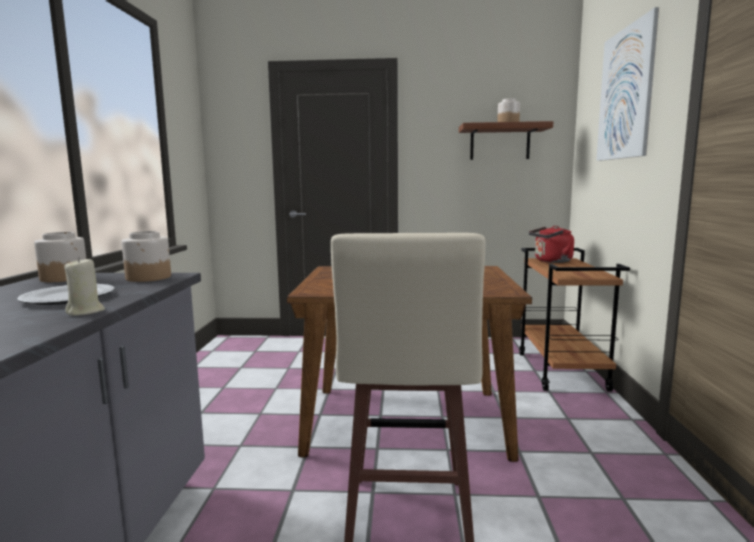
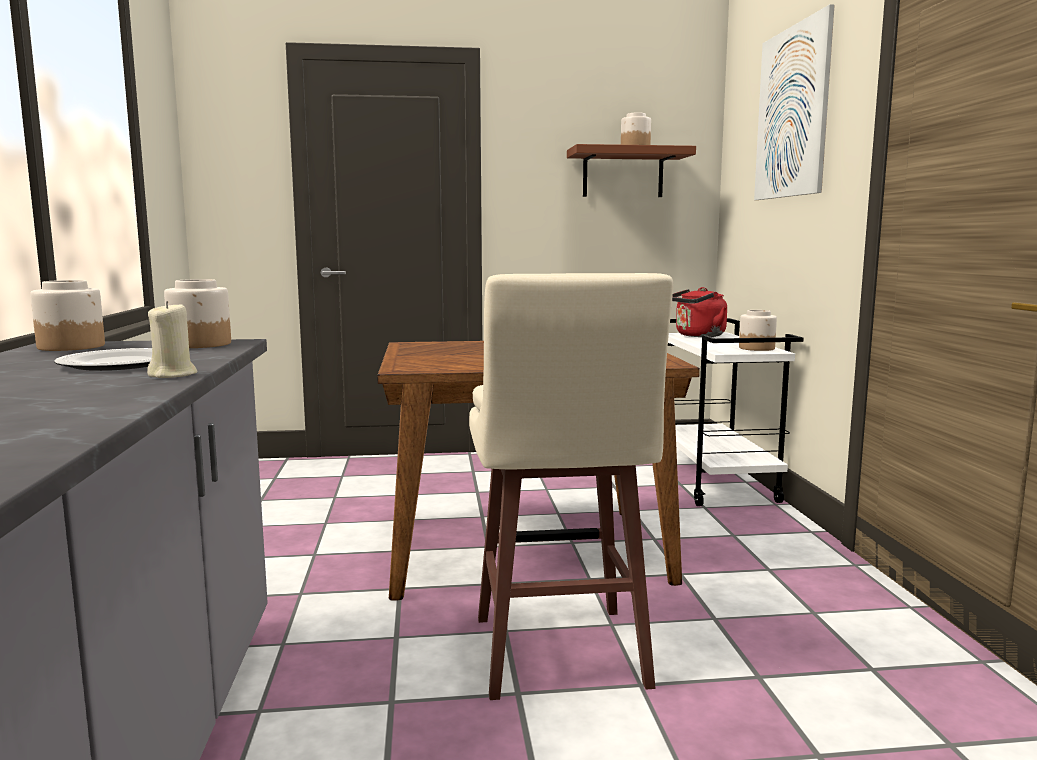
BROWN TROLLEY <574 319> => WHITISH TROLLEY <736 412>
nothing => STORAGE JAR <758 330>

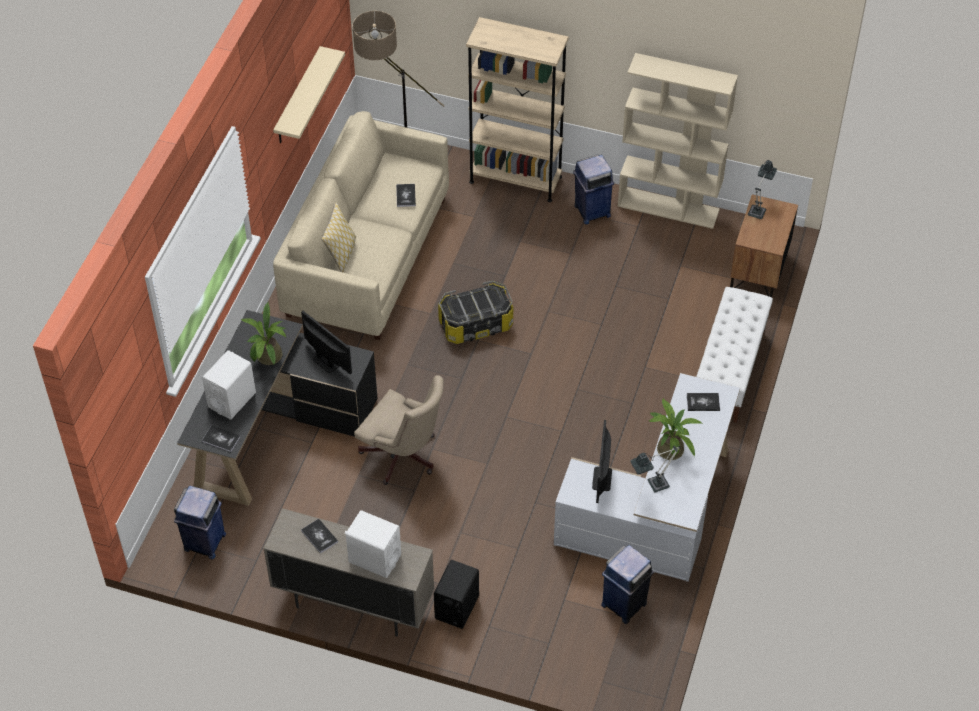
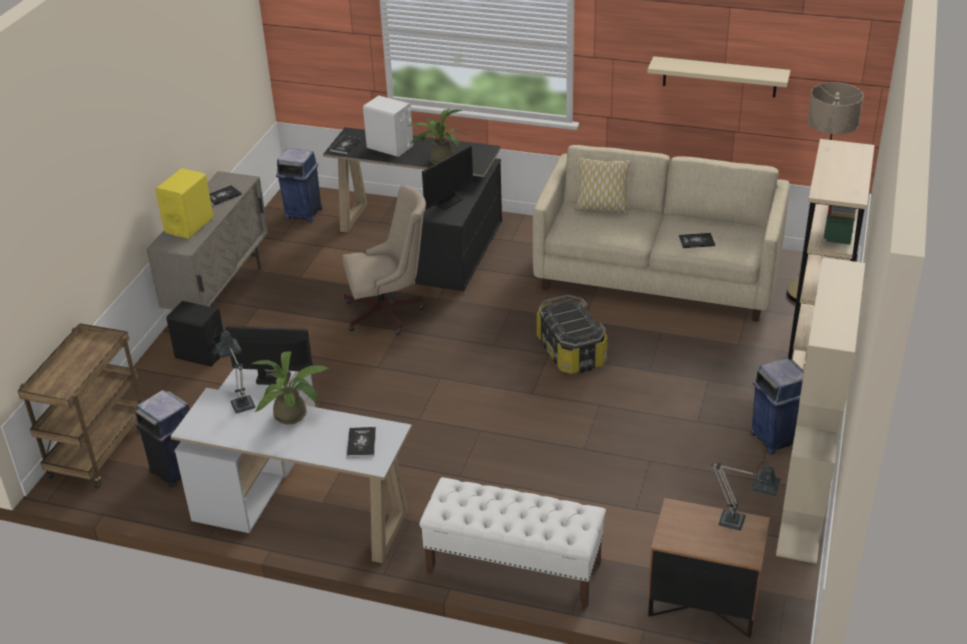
WHITISH SPEAKER <373 544> => YELLOWISH SPEAKER <184 203>
BEIGE COMPUTER CHAIR <399 430> => BEIGE COMPUTER CHAIR <384 260>, 135 degrees counterclockwise
nothing => BROWN TROLLEY <80 405>

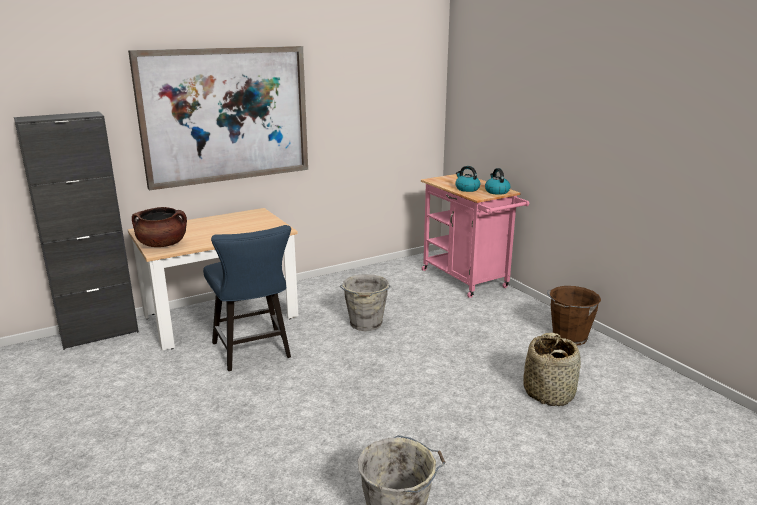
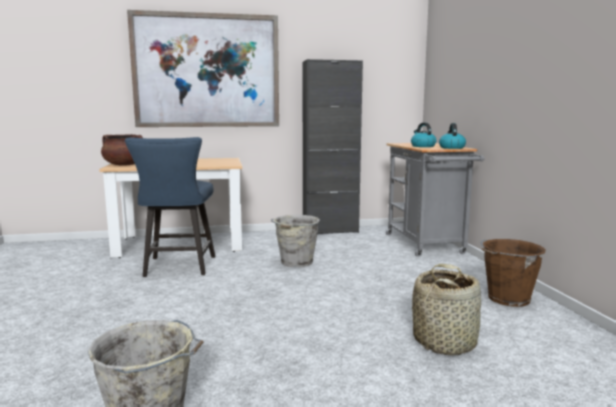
BLACK CUPBOARD <76 230> => BLACK CUPBOARD <332 146>, move
PINK-COLOURED TROLLEY <475 236> => GREYISH TROLLEY <435 200>

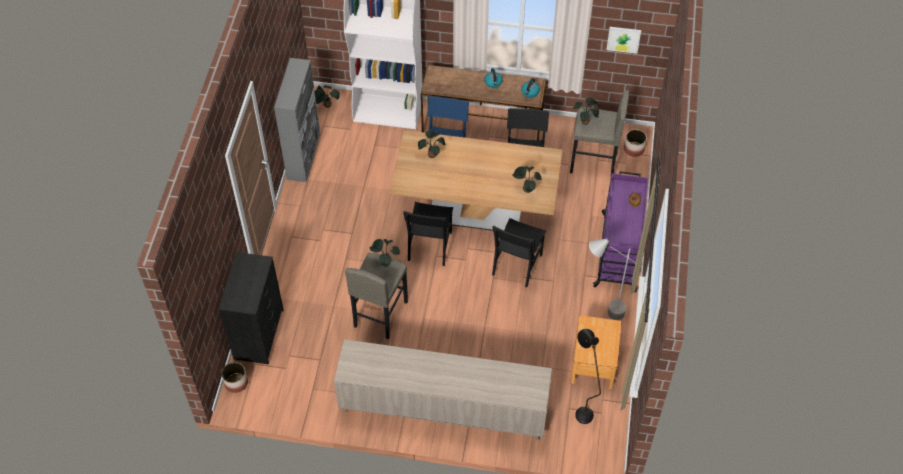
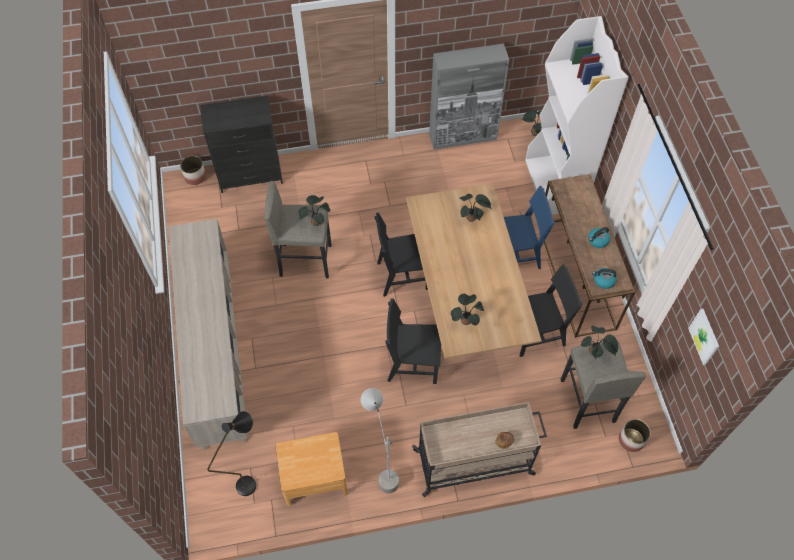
PURPLE-COLOURED TROLLEY <620 232> => BEIGE TROLLEY <479 449>

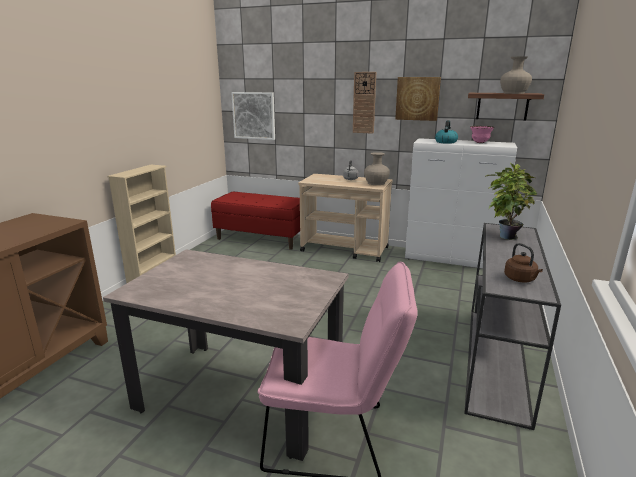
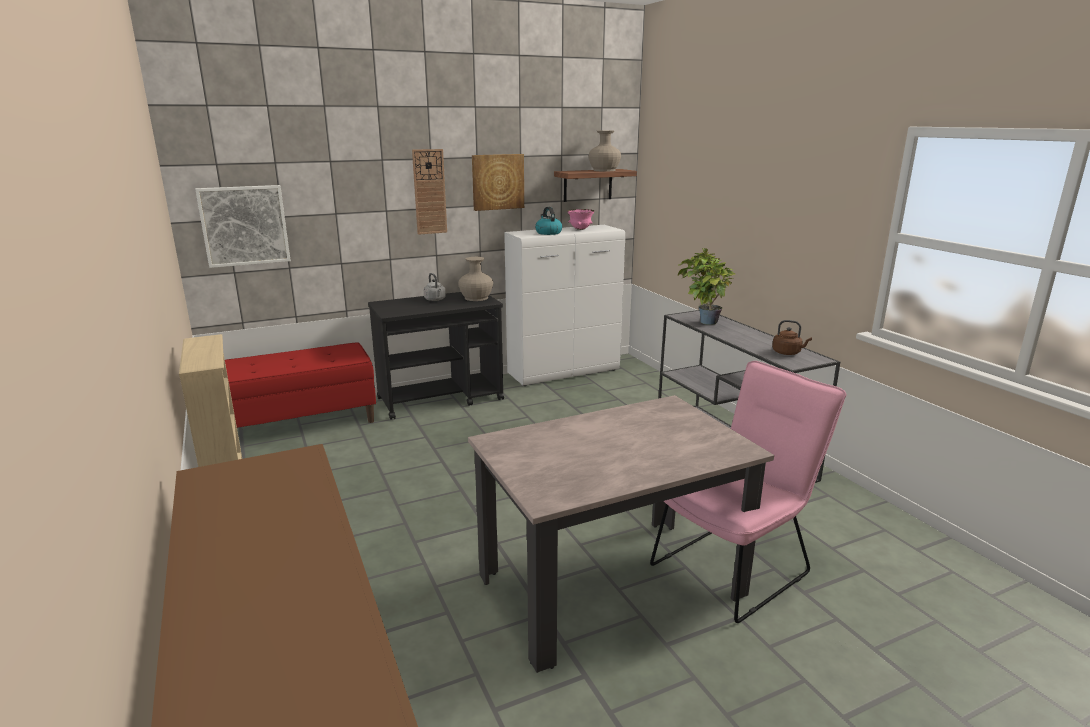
BEIGE TROLLEY <345 218> => BLACK TROLLEY <436 356>

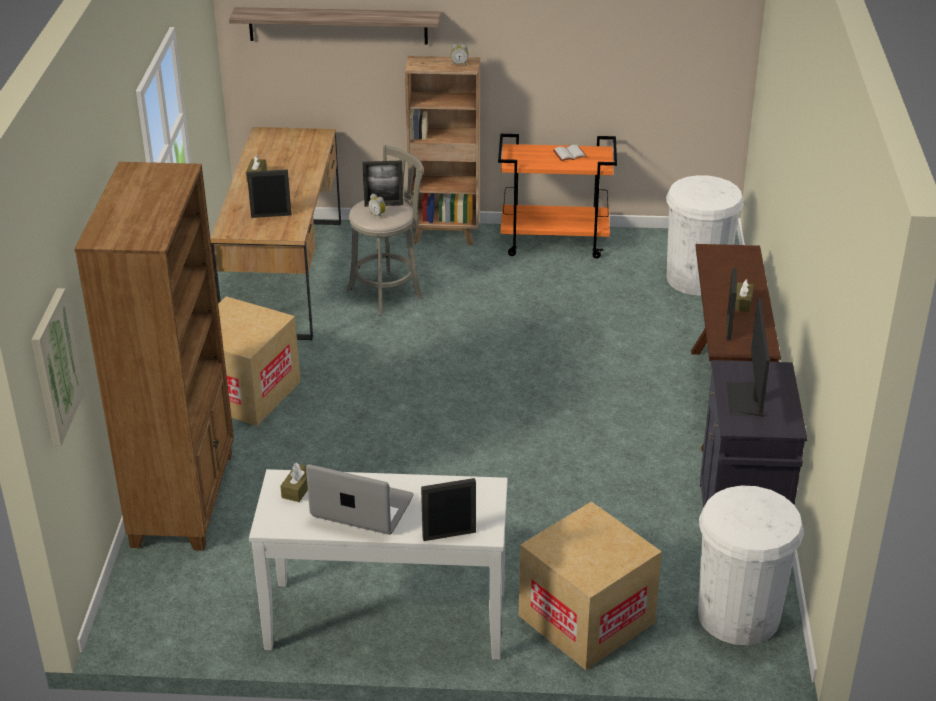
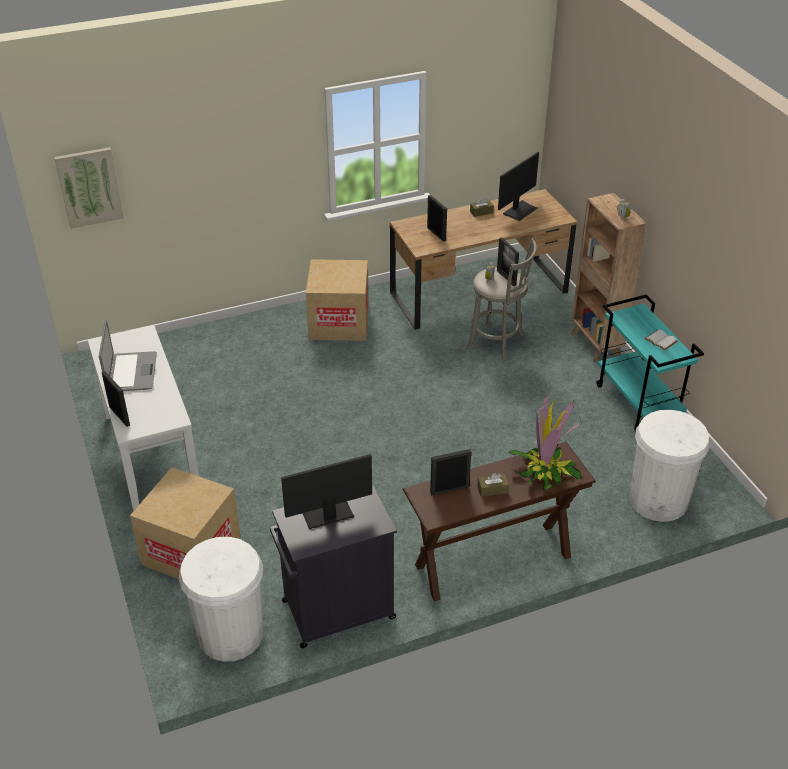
BROWN BOOKSHELF <154 356> => nothing
WALL SHELF <335 26> => nothing
BROWN TISSUE HOLDER <294 482> => nothing
ORANGEY TROLLEY <557 196> => TURQUOISE TROLLEY <650 363>
nothing => COMPUTER SCREEN <518 186>
nothing => PLANT IN A POT <545 442>

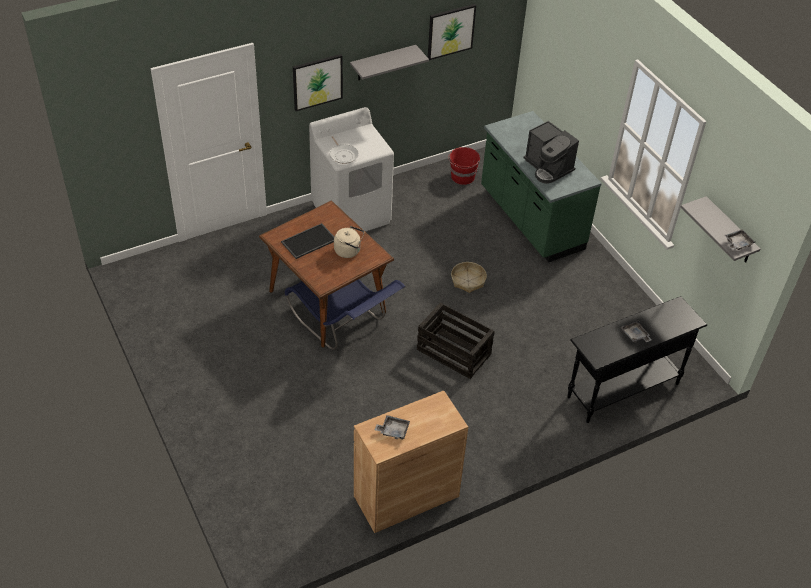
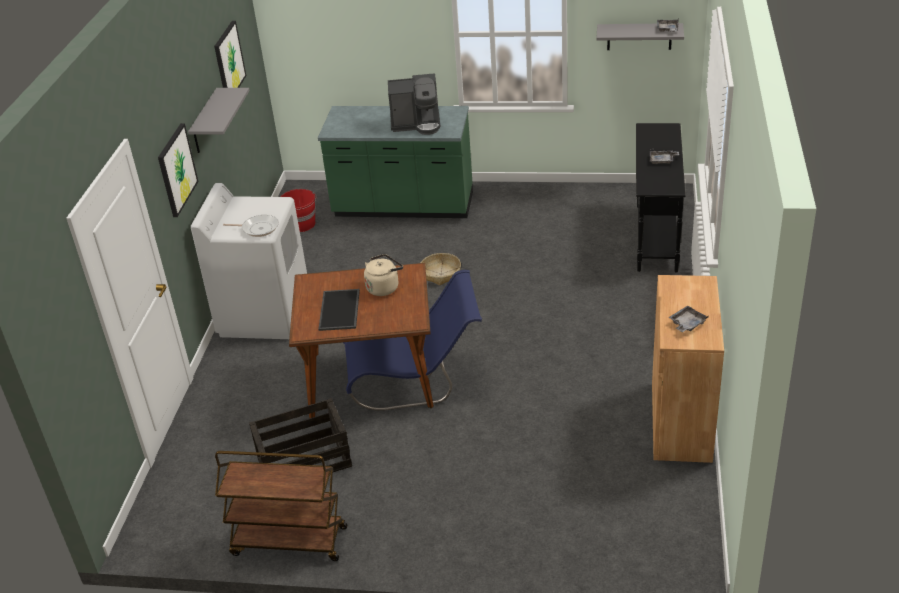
CRATE <456 341> => CRATE <300 435>, move
nothing => BROWN TROLLEY <281 506>

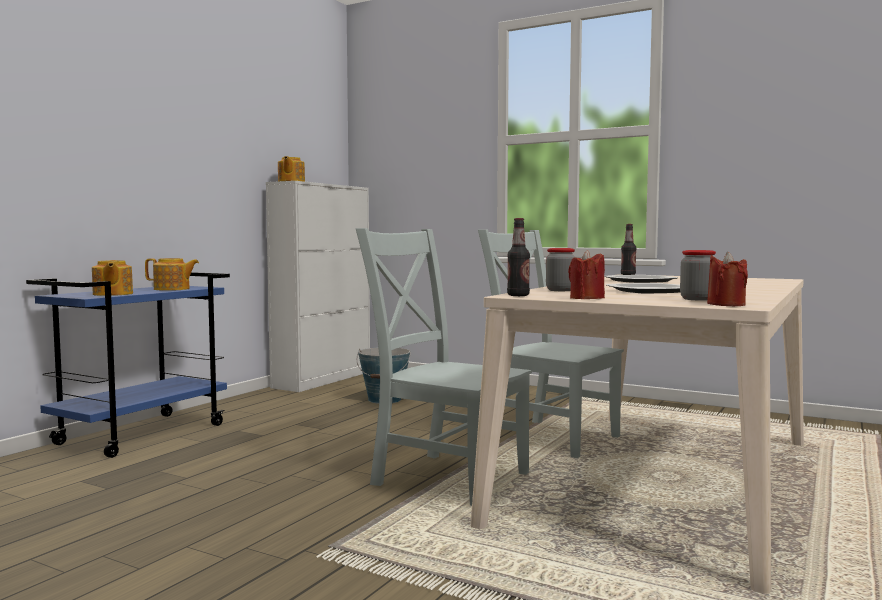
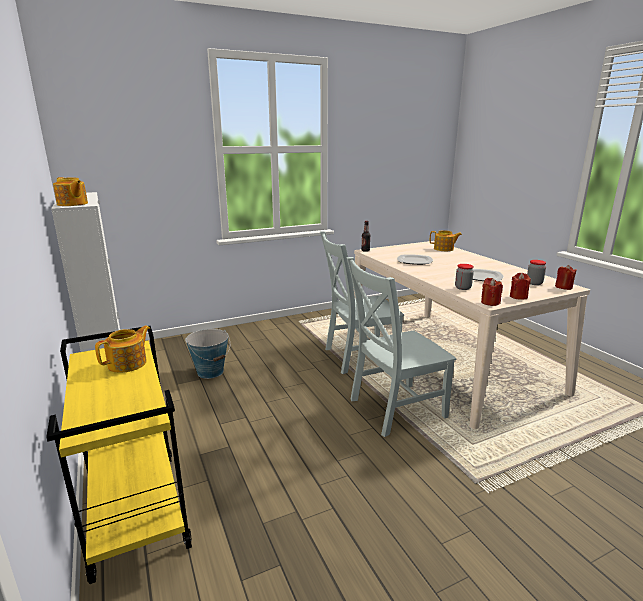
BLUISH TROLLEY <128 365> => YELLOWISH TROLLEY <119 455>
TEAPOT <112 278> => TEAPOT <446 240>, move
BEVERAGE BOTTLE <518 257> => RED WAX LIGHT <492 292>

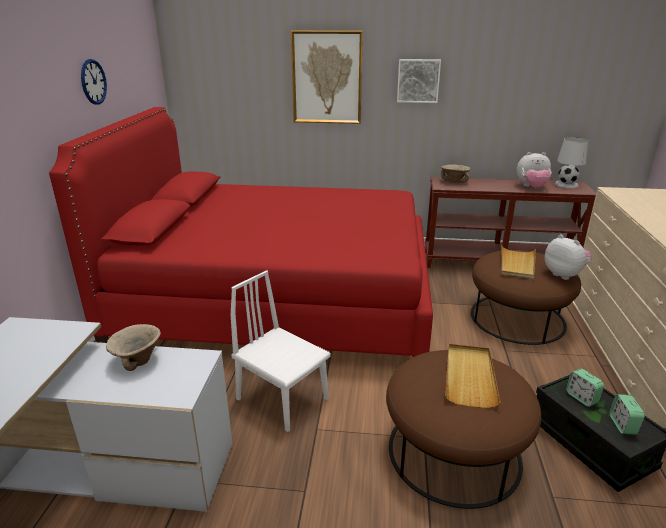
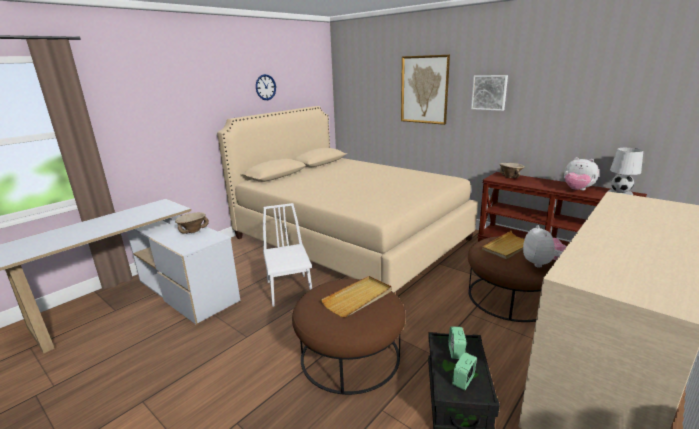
RED BEDROOM BED <241 232> => BEIGE BEDROOM BED <347 199>

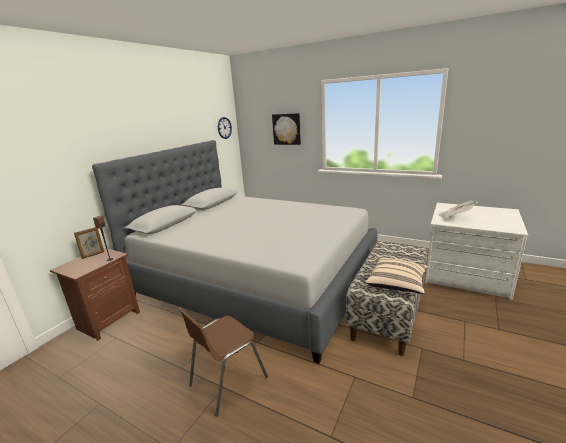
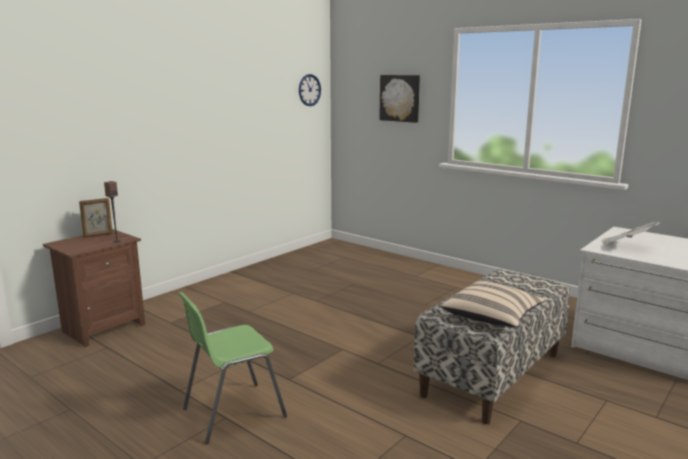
GREYISH BEDROOM BED <234 252> => nothing
BROWN UPRIGHT CHAIR <223 362> => GREEN-COLOURED UPRIGHT CHAIR <232 368>

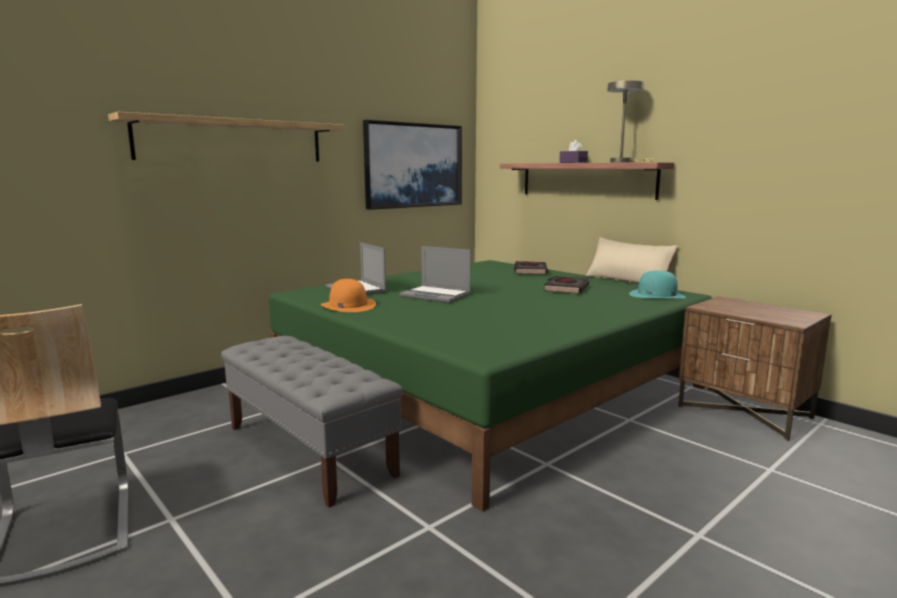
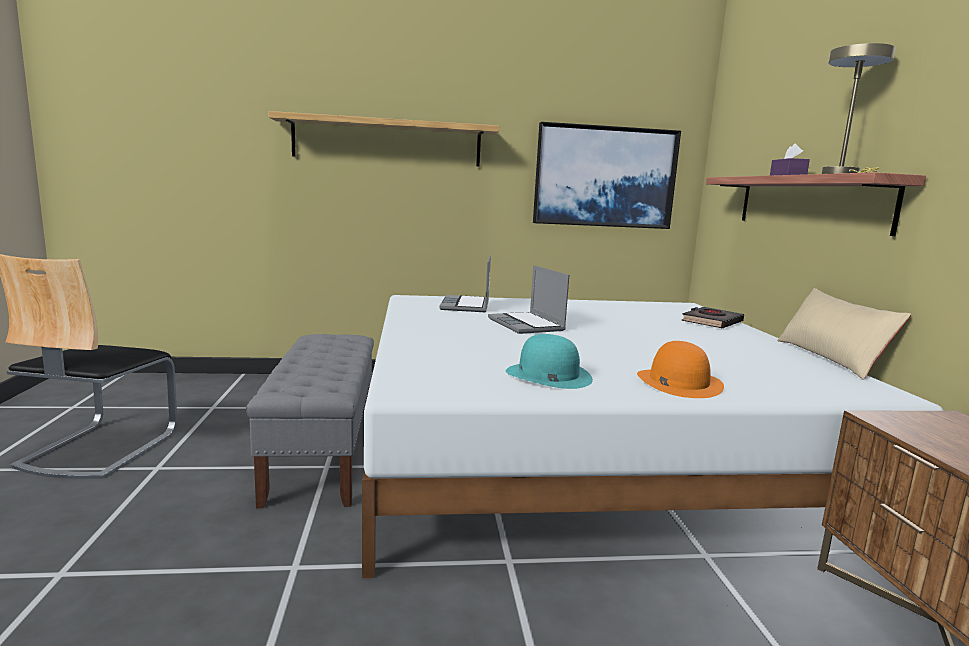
GREEN-COLOURED BEDROOM BED <490 386> => WHITISH BEDROOM BED <652 436>
ORANGEY HAT <348 295> => ORANGEY HAT <680 369>, move
BLACK VOLUME <566 285> => nothing
TURQUOISE HAT <657 285> => TURQUOISE HAT <549 361>, move

